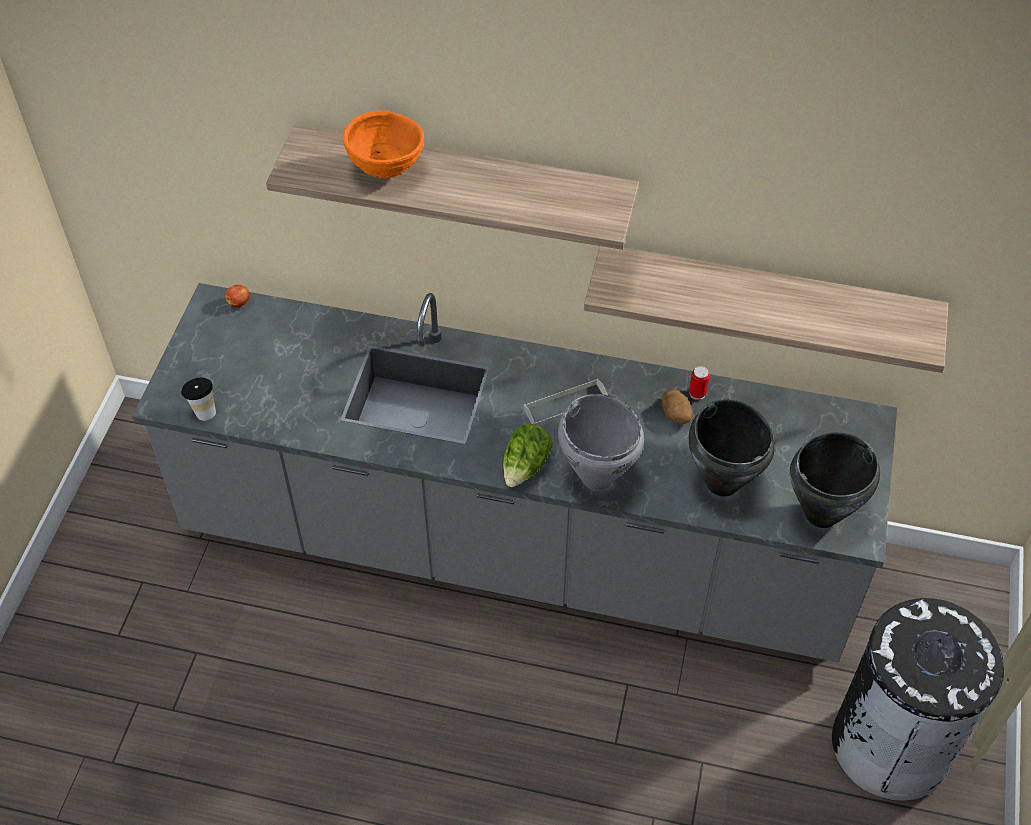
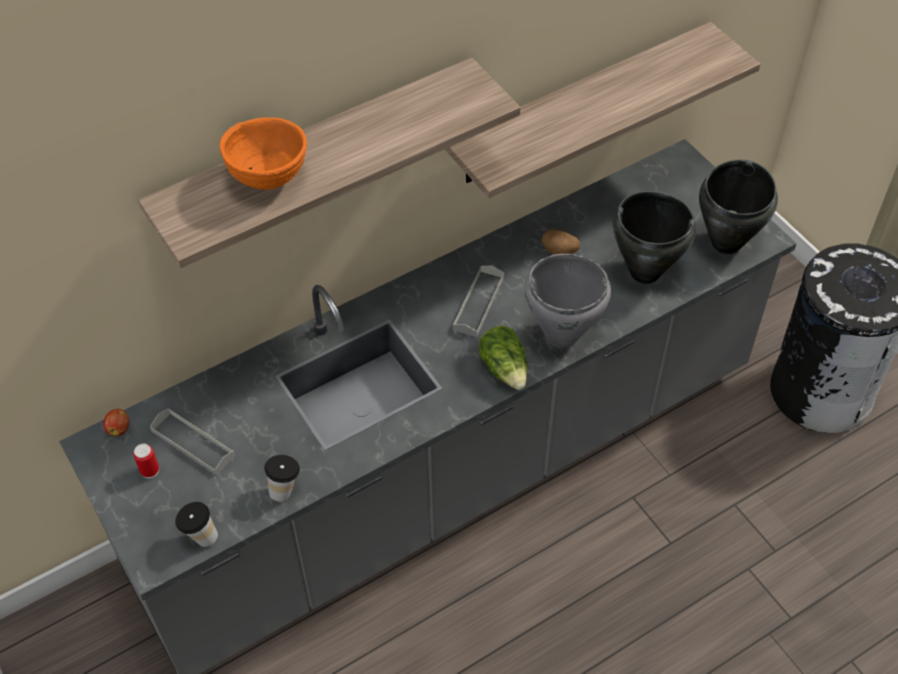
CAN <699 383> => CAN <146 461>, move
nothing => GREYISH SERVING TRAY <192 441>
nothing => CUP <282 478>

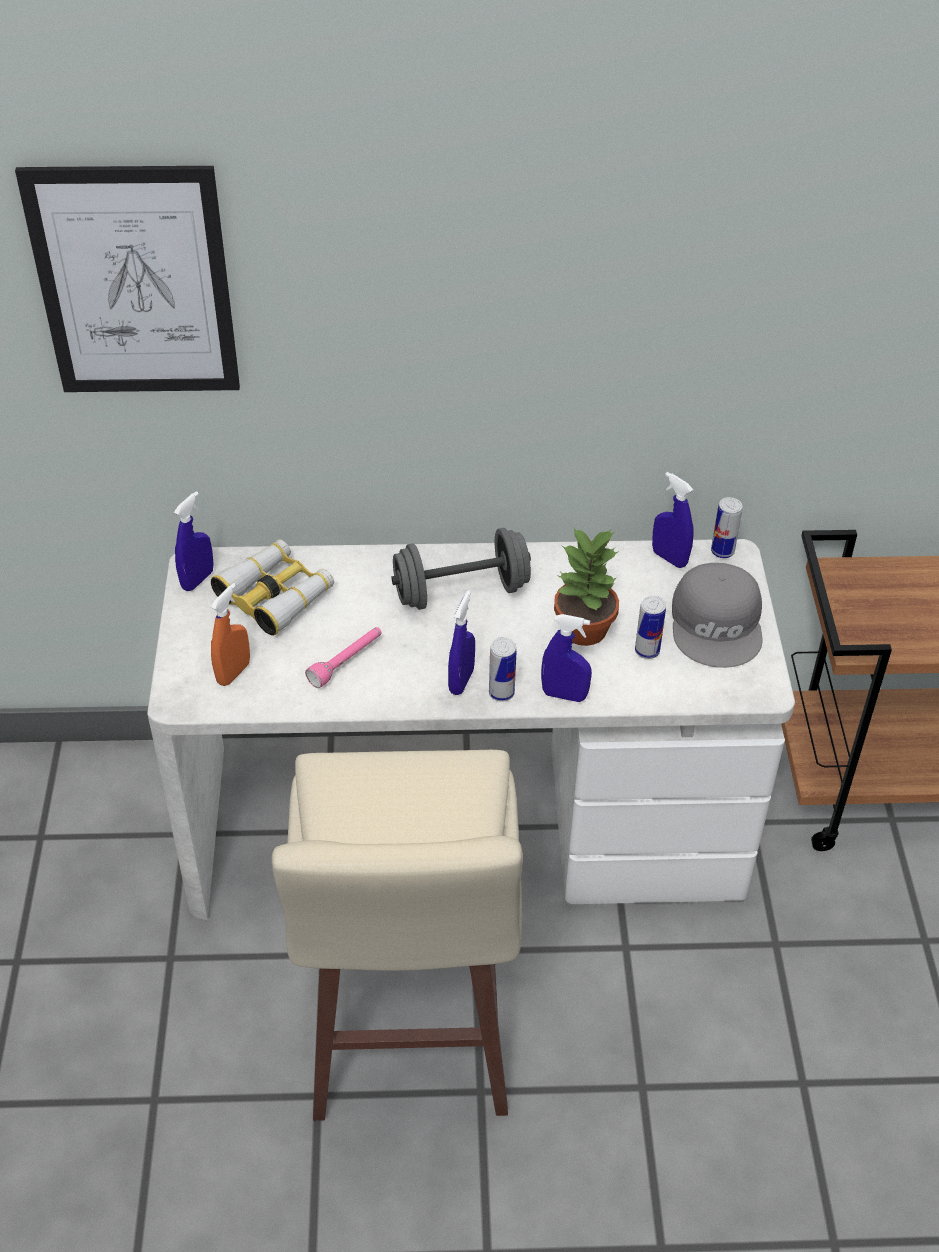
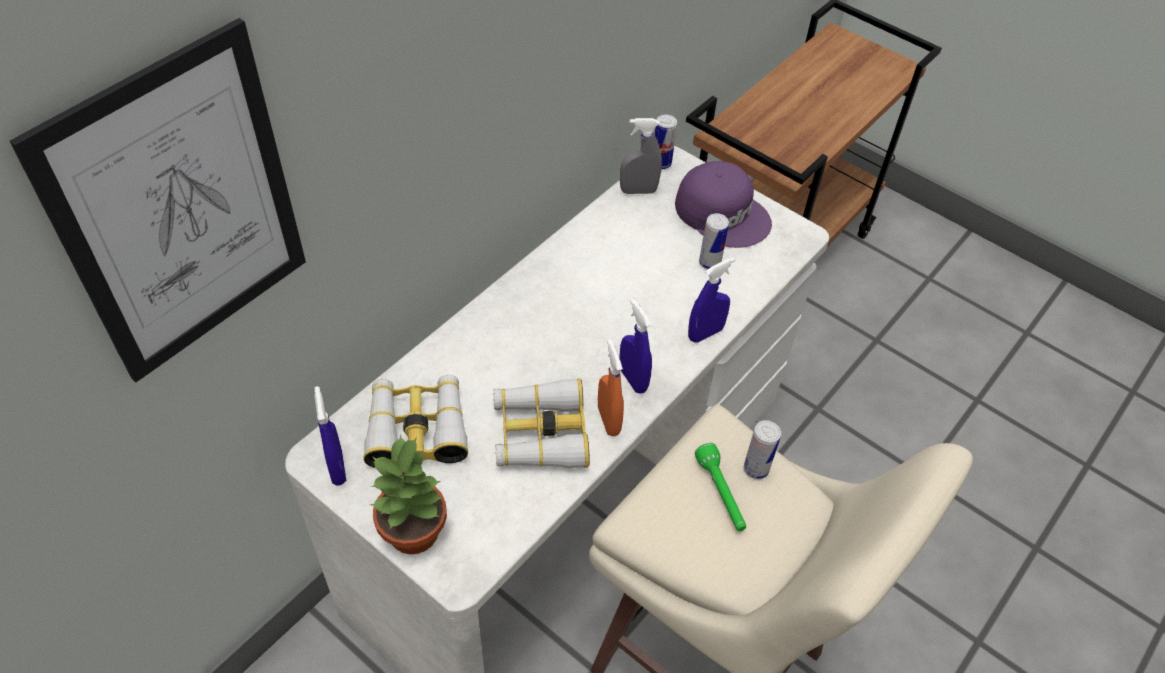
ORANGEY SPRAY BOTTLE <230 634> => ORANGEY SPRAY BOTTLE <611 387>, move
PINK-COLOURED HAND TORCH <343 657> => BINOCULARS <541 423>
GREYISH FREE WEIGHT <461 569> => nothing
CAN <503 669> => CAN <762 449>, move
PLANT IN A POT <586 586> => PLANT IN A POT <408 494>, move
BLUISH SPRAY BOTTLE <672 520> => GREYISH SPRAY BOTTLE <641 156>
GREYISH PEAKED CAP <717 615> => PURPLE-COLOURED PEAKED CAP <723 204>
nothing => GREEN-COLOURED HAND TORCH <720 487>

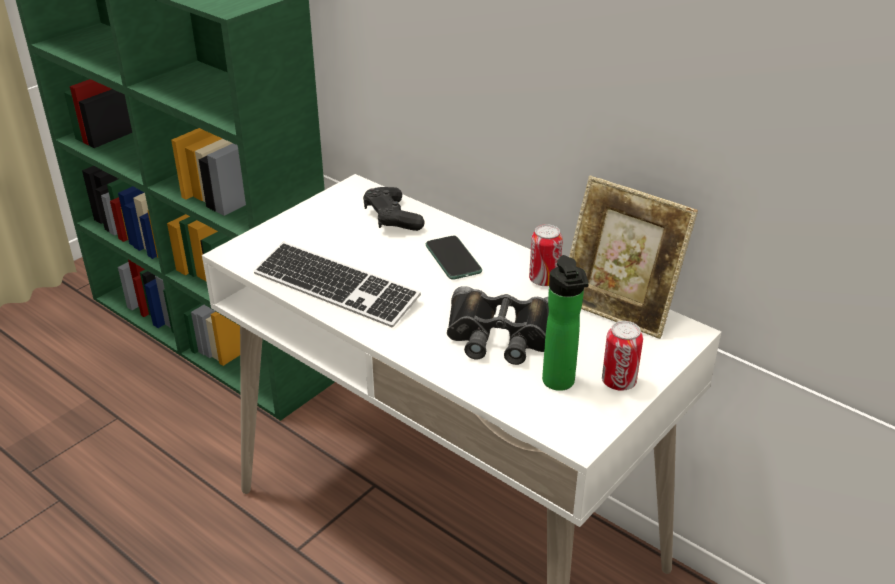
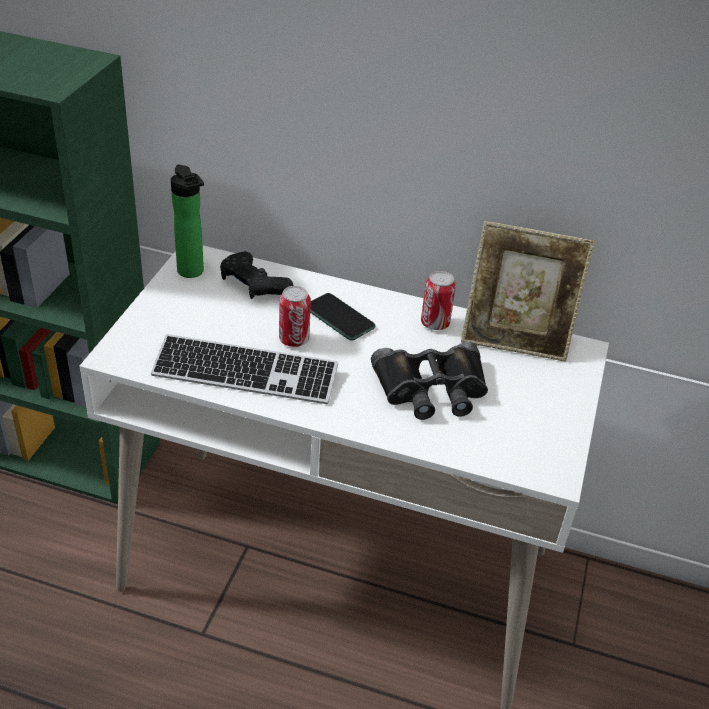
BEVERAGE BOTTLE <565 323> => BEVERAGE BOTTLE <187 221>, move
CAN <622 356> => CAN <295 316>, move

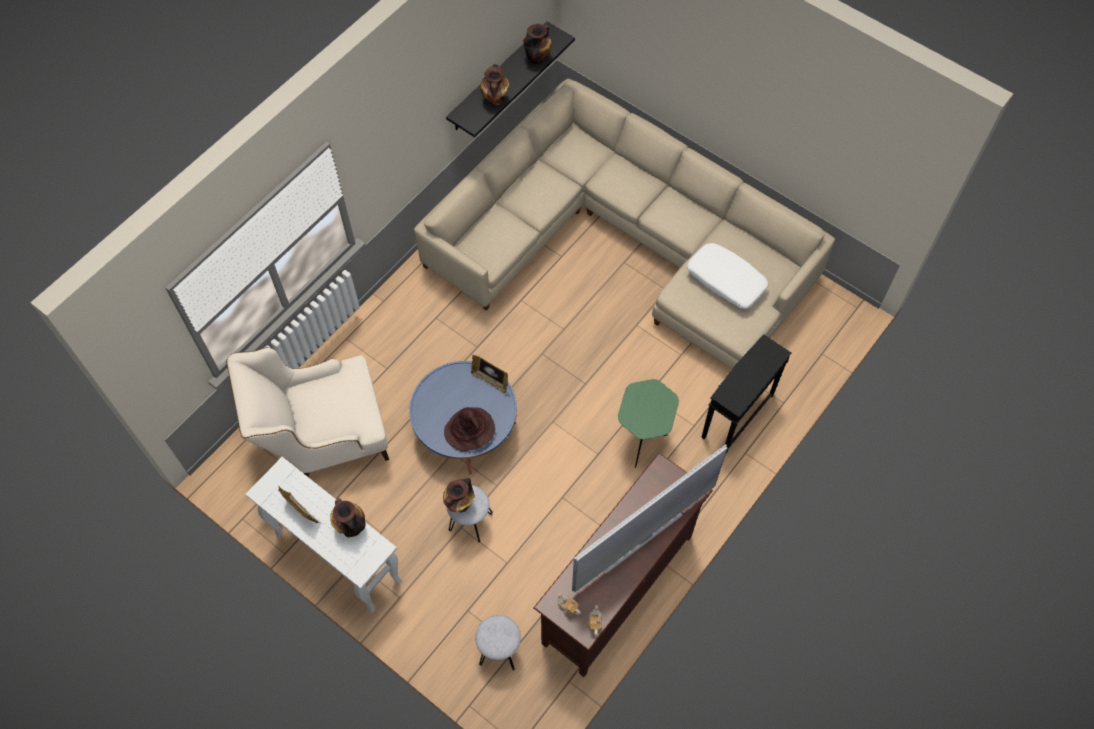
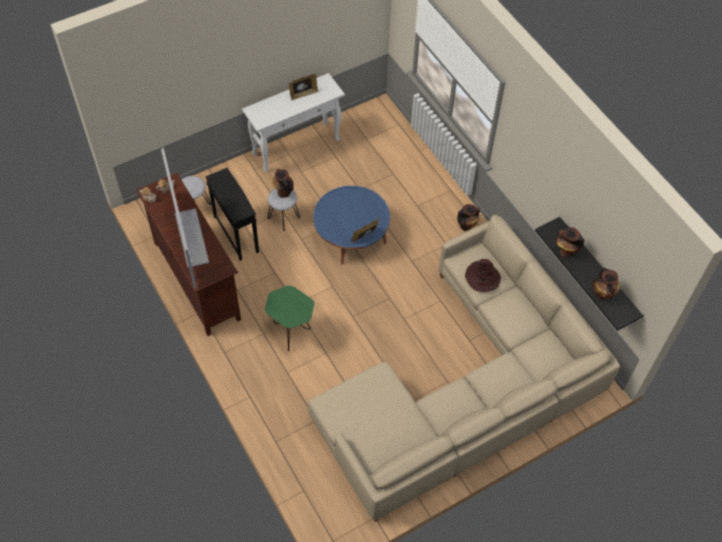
BEIGE ARMCHAIR <307 412> => nothing
FLOWER VASE <348 517> => FLOWER VASE <468 217>, move
BROWN HAT <469 429> => BROWN HAT <483 275>, move
WHITISH THROW PILLOW <728 276> => nothing
BLACK ACCENT TABLE <746 393> => BLACK ACCENT TABLE <232 214>, move

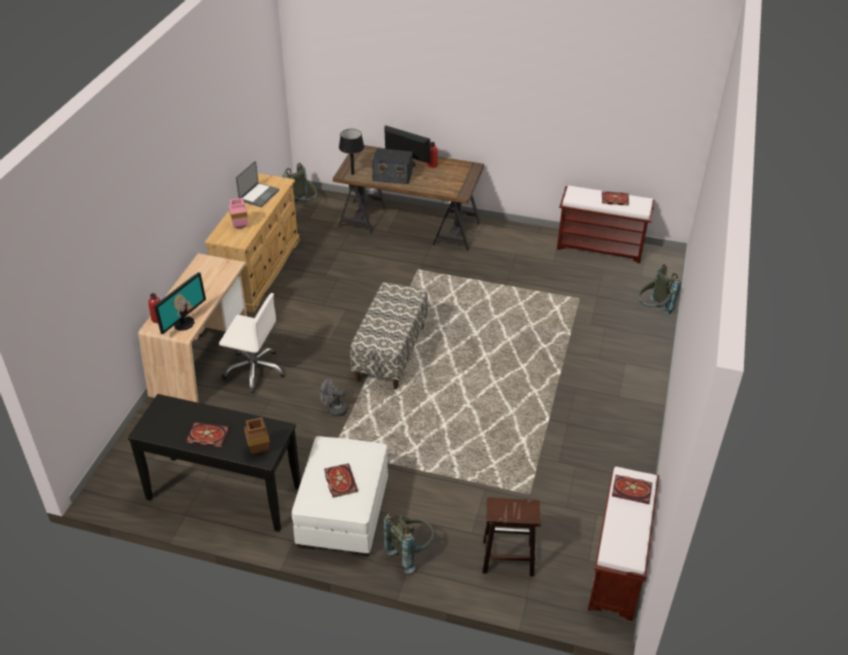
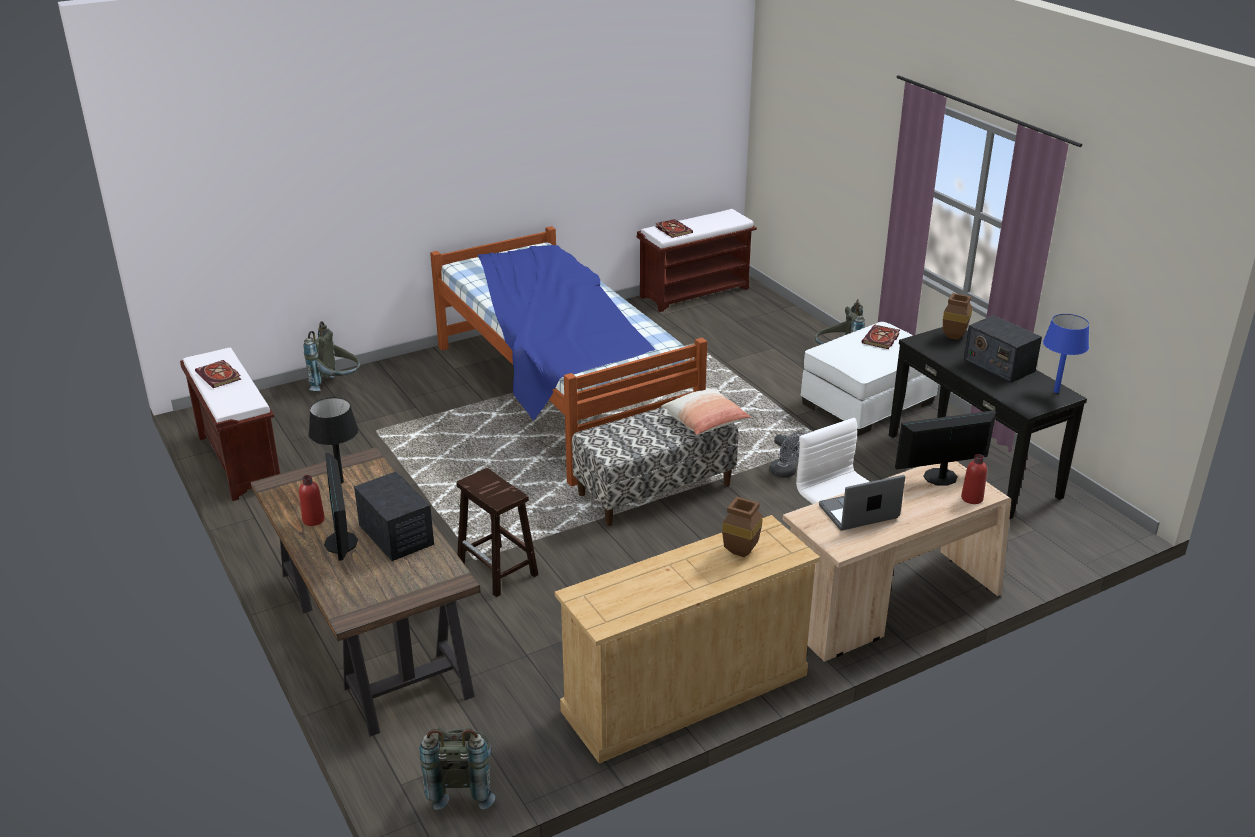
VOLUME <207 434> => RADIO SET <1002 349>
PINK-COLOURED FLOWER VASE <238 213> => BROWN FLOWER VASE <742 526>
PORTABLE COMPUTER <258 184> => PORTABLE COMPUTER <862 503>, move
BLACK TABLETOP LAMP <351 152> => BLACK TABLETOP LAMP <333 441>, move
BROWN SITTING STOOL <512 536> => BROWN SITTING STOOL <497 532>, move
nothing => BEDROOM BED <568 356>
nothing => THROW PILLOW <706 411>
nothing => BLUISH TABLETOP LAMP <1066 353>

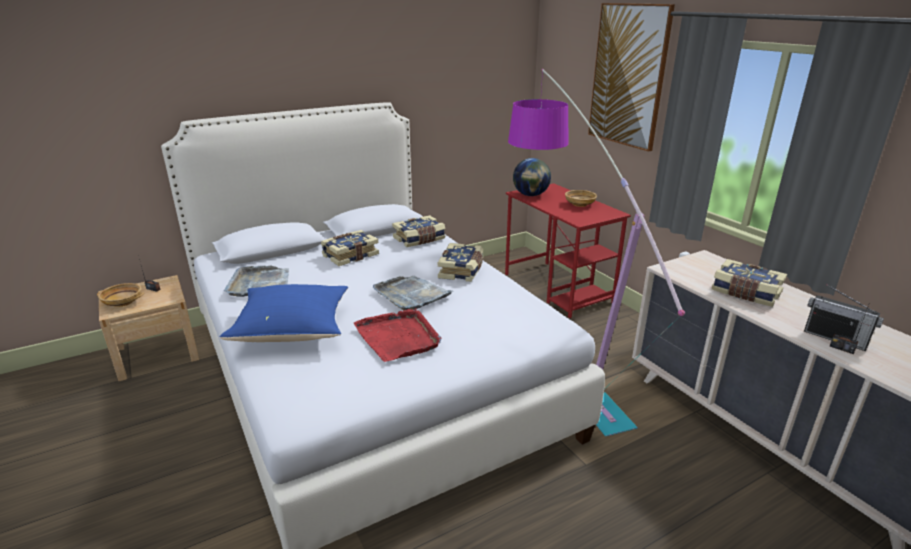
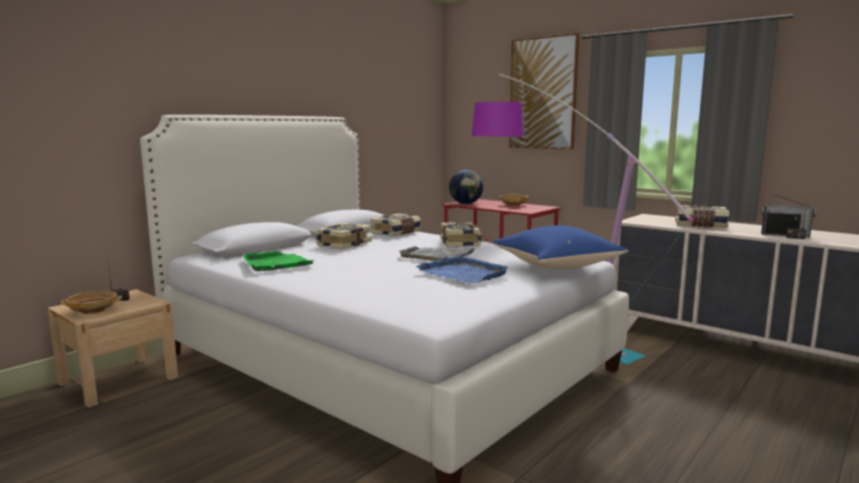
BLUISH THROW PILLOW <284 313> => BLUISH THROW PILLOW <560 247>, move
GREYISH SERVING TRAY <256 281> => GREEN-COLOURED SERVING TRAY <277 261>
RED SERVING TRAY <397 335> => BLUISH SERVING TRAY <462 269>

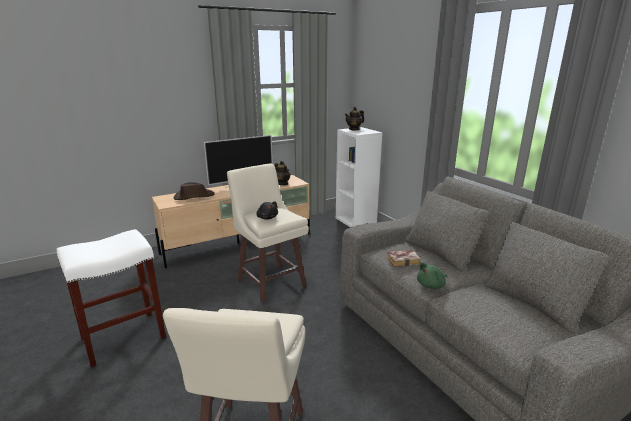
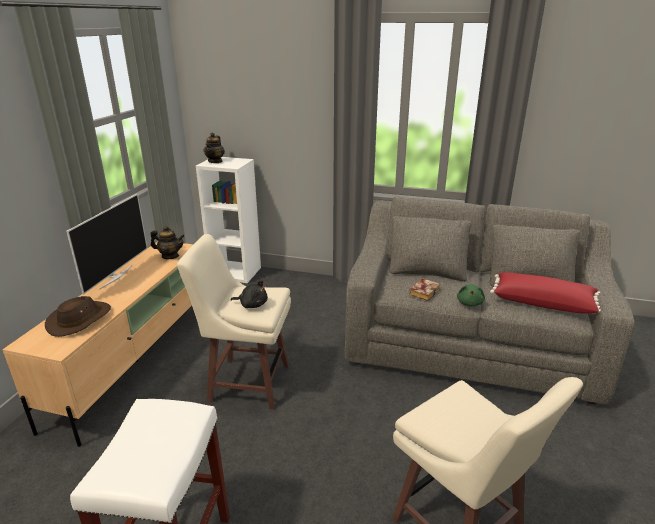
nothing => RED THROW PILLOW <545 293>

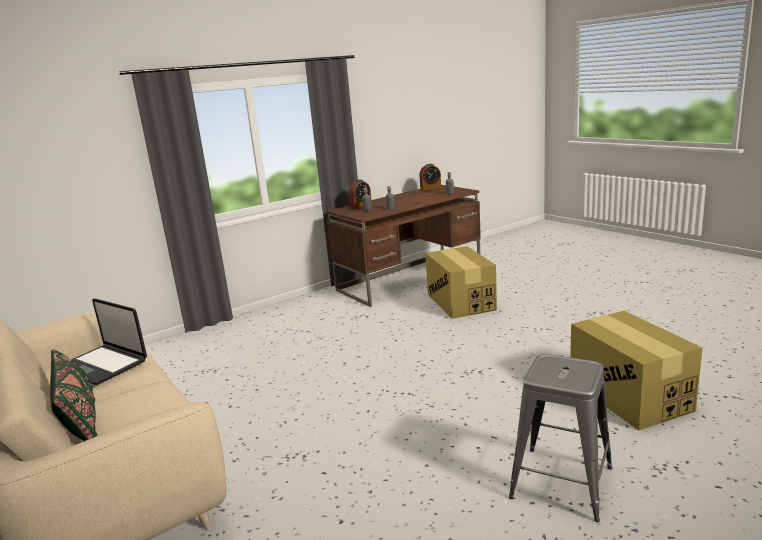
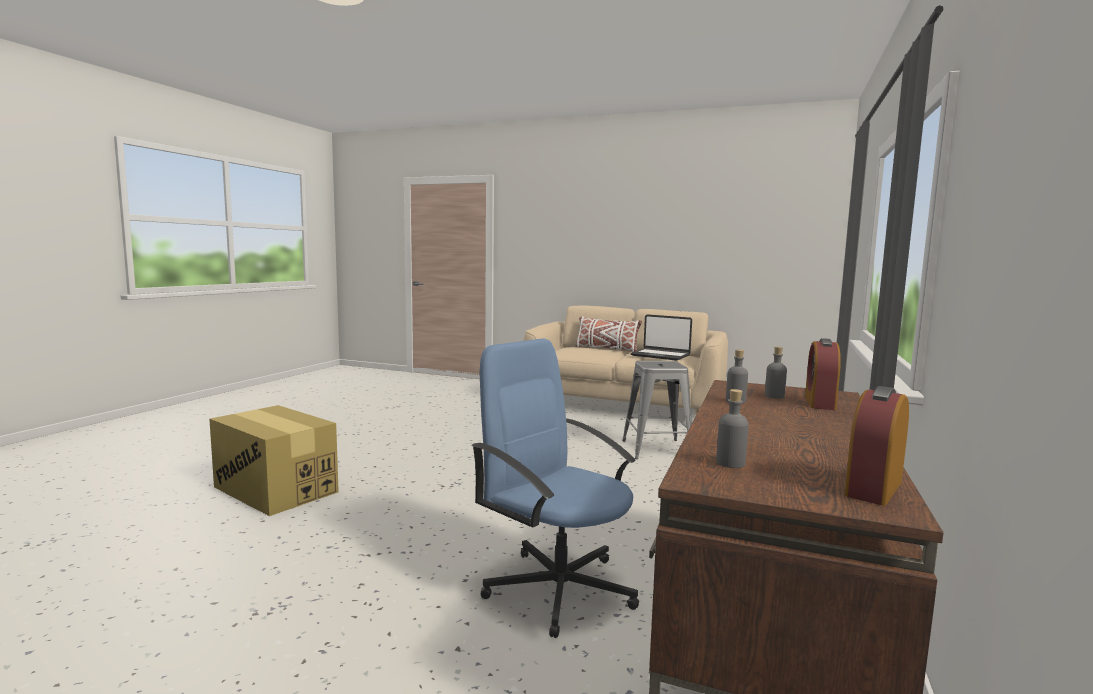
GREEN-COLOURED THROW PILLOW <73 395> => WHITISH THROW PILLOW <608 334>
PORTABLE COMPUTER <109 342> => PORTABLE COMPUTER <661 337>, 150 degrees counterclockwise
CARTON <461 282> => BLUISH COMPUTER CHAIR <555 488>
GREYISH SITTING STOOL <560 438> => GREYISH SITTING STOOL <657 410>, move

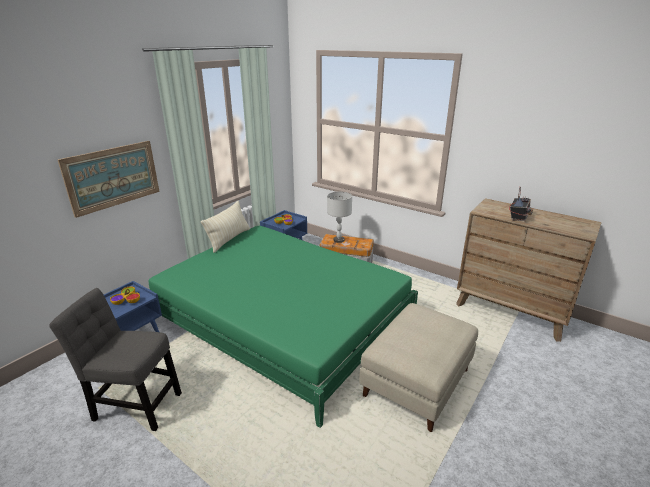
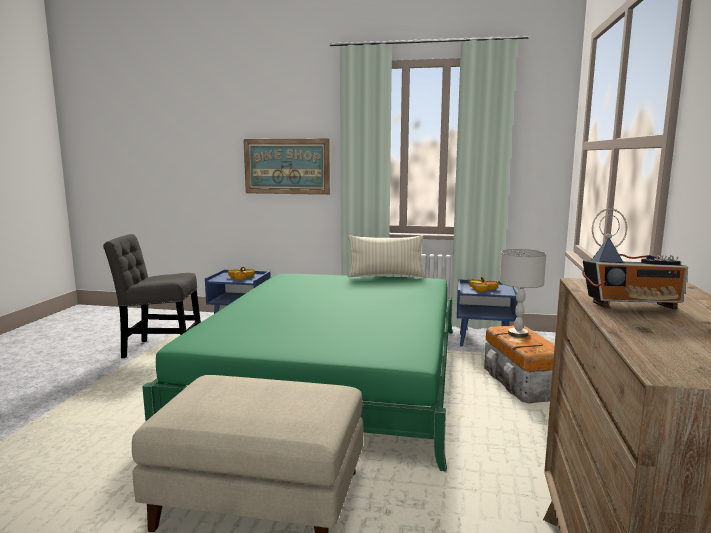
GREYISH UPRIGHT CHAIR <115 359> => GREYISH UPRIGHT CHAIR <152 296>, 75 degrees counterclockwise

